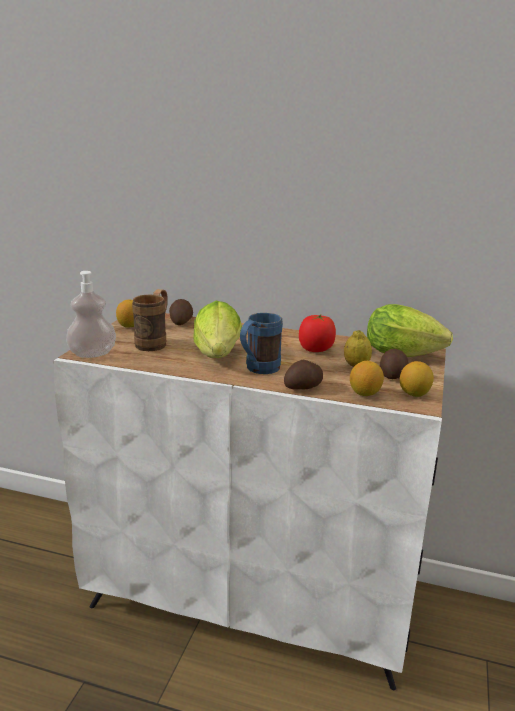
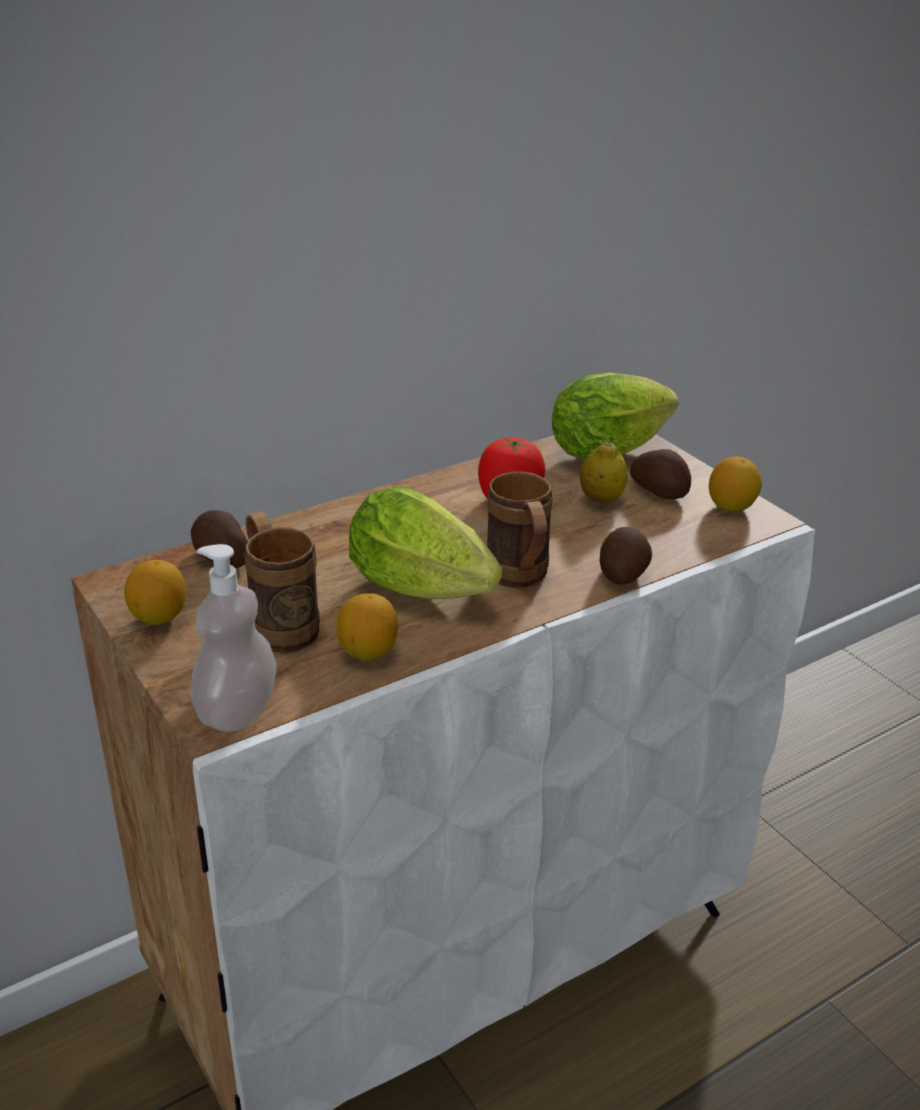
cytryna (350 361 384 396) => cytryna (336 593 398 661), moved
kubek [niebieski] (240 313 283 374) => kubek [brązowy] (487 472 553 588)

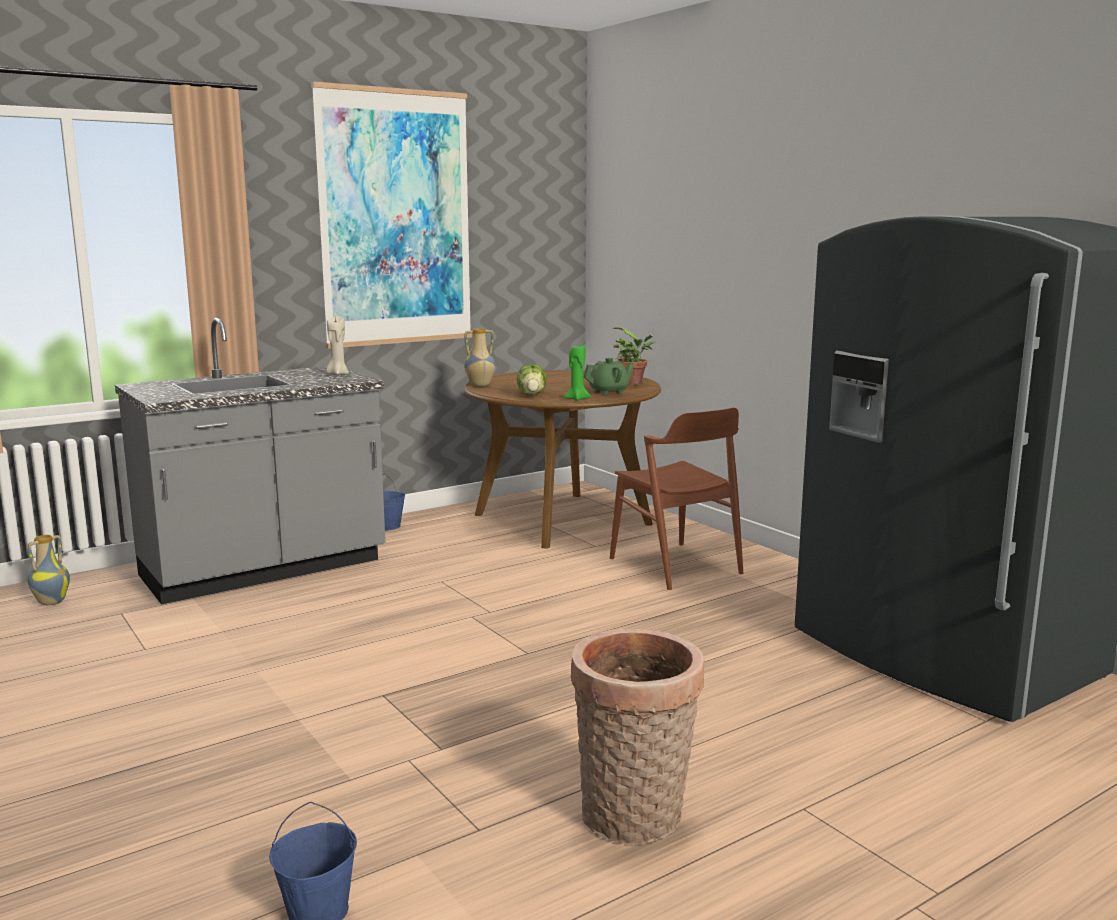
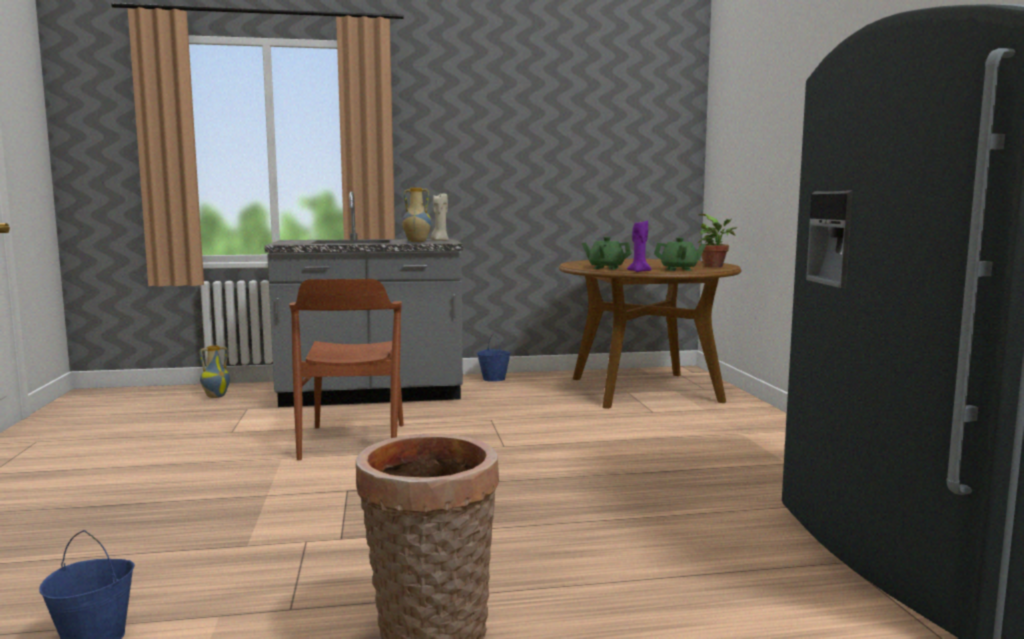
obraz (311 81 472 348) => nothing
wazon (464 329 495 387) => wazon (402 188 431 242), moved
krzesło [brązowy] (610 408 743 590) => krzesło [brązowy] (289 279 404 460), moved
sałata (517 364 547 395) => imbryk [zielony] (582 237 632 270)
świeca [zielony] (564 344 591 401) => świeca [fioletowy] (627 220 652 272)

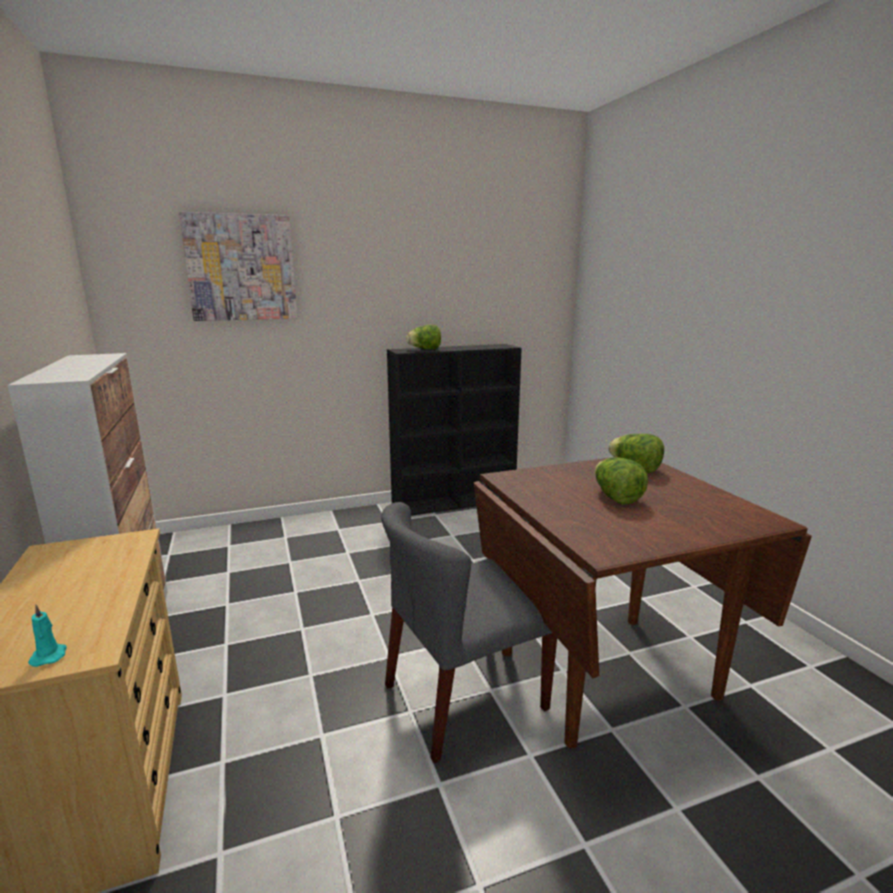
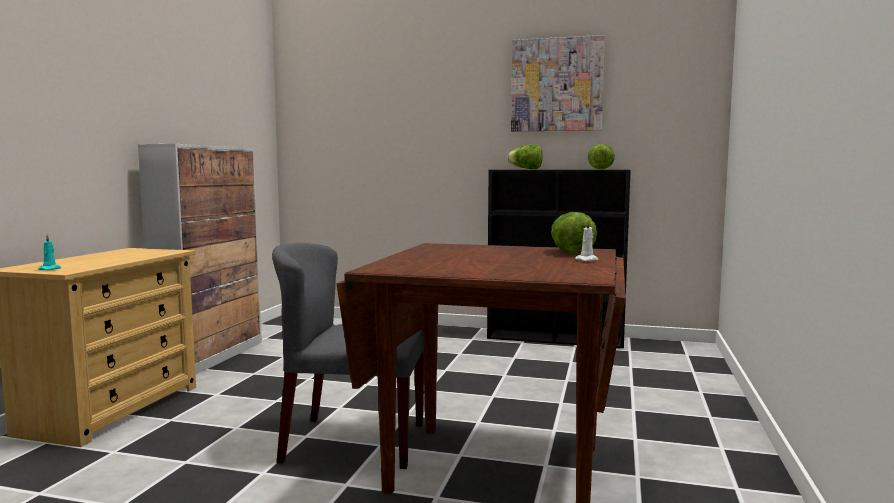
nothing => świeca [biały] (575 220 598 261)
obraz (179 212 297 321) => obraz (511 35 605 132), moved
sałata (595 457 648 505) => sałata (588 144 615 169), moved

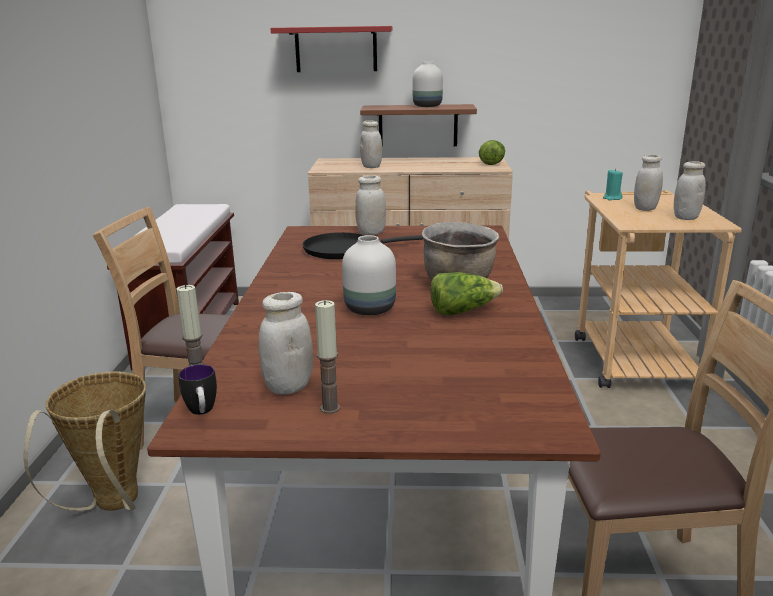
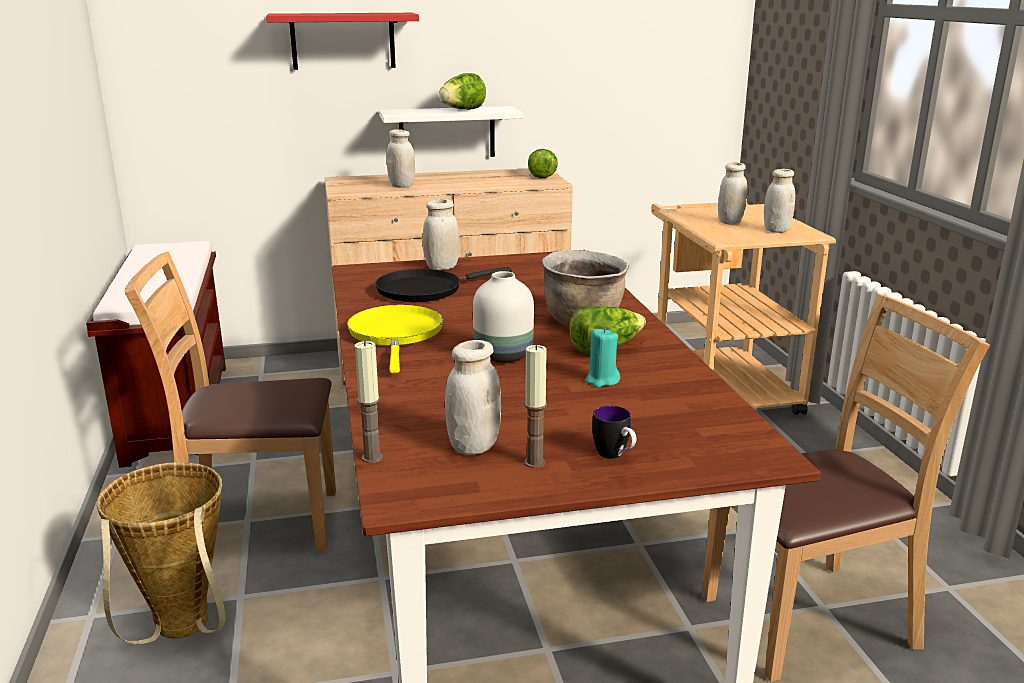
nothing => patelnia [żółty] (347 305 443 373)
kubek (178 364 217 415) => kubek (592 406 637 459), moved
świeca [turkusowy] (603 169 623 200) => świeca [turkusowy] (586 328 620 388), moved
wazon [biały] (413 61 443 107) => sałata (439 73 486 110)
półka [brązowy] (360 104 477 147) => półka [biały] (379 106 523 157)

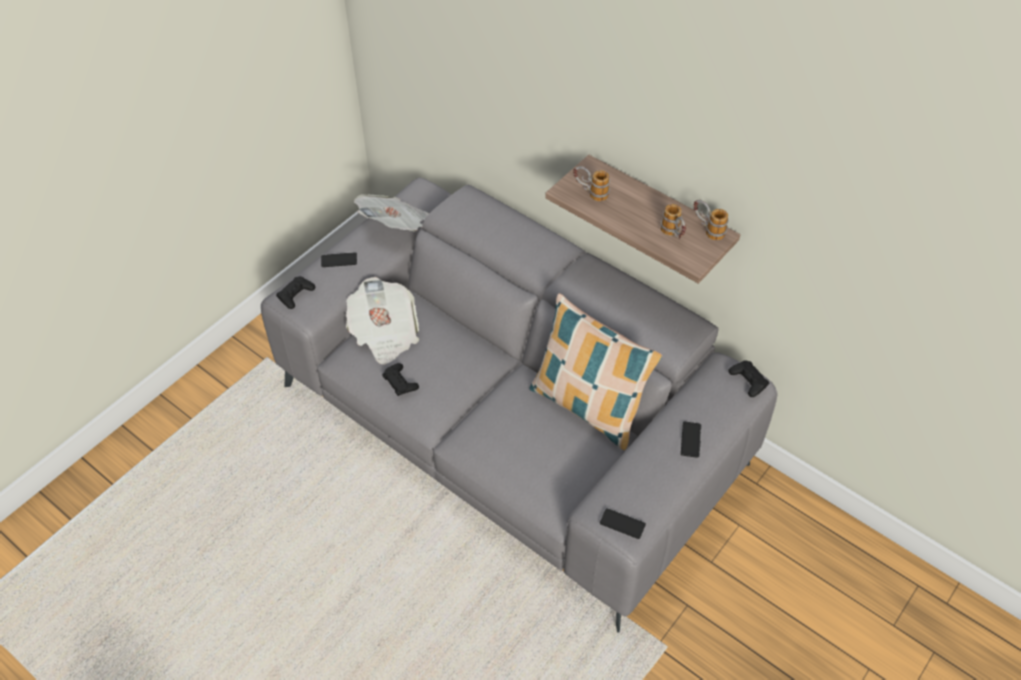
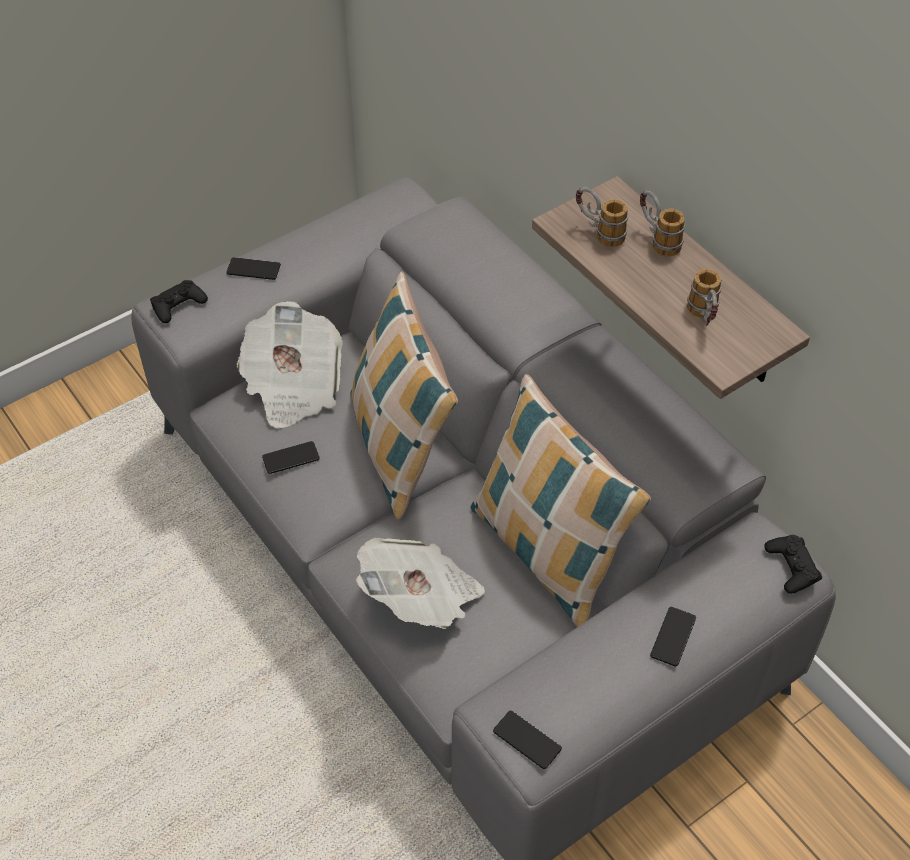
nothing => poduszka (350 272 458 520)
gazeta (354 194 429 231) => gazeta (356 538 485 629), moved
kubek (693 200 728 240) => kubek (640 191 685 257), moved
pad do gier [czarny] (382 363 419 396) => telefon (262 441 320 474)

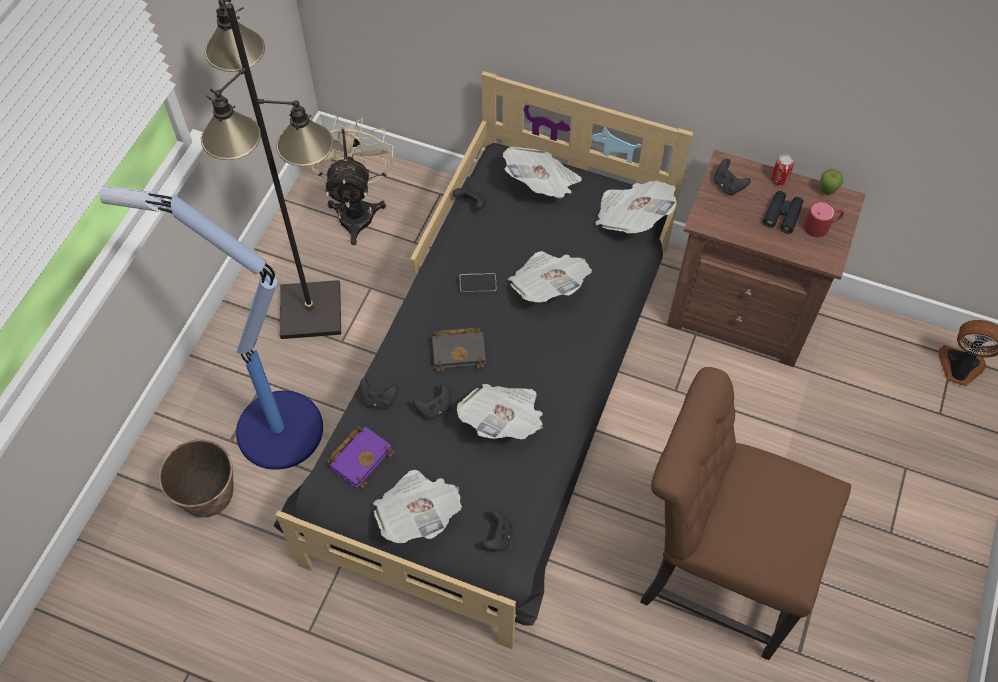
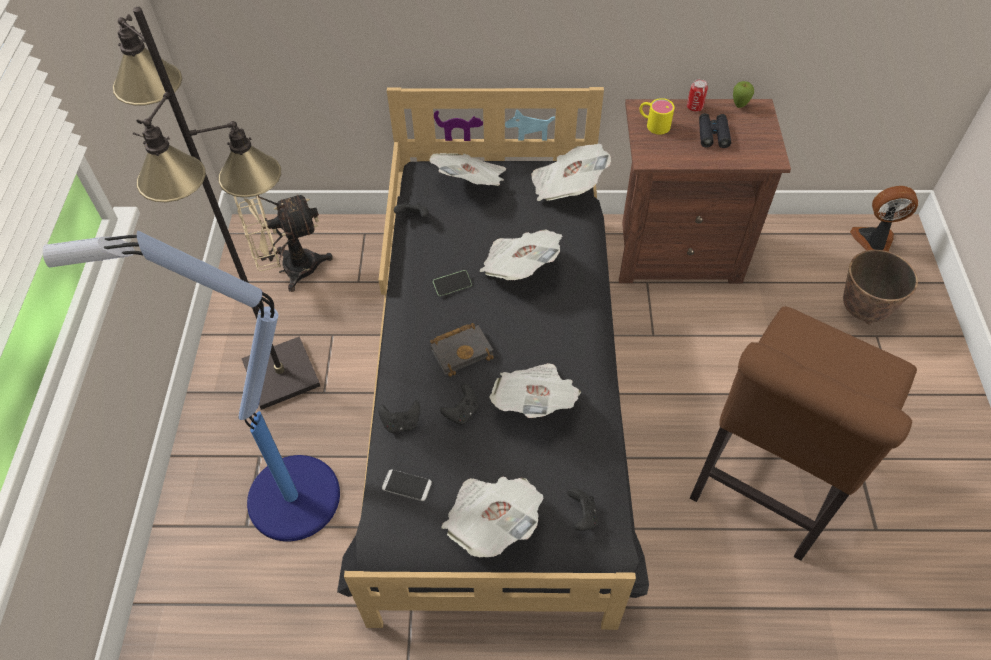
kubek [czerwony] (804 200 844 237) => nothing
donica (158 439 234 517) => donica (843 250 918 324), moved
książka [fioletowy] (327 426 395 488) => telefon (382 469 432 501)
pad do gier [czarny] (714 159 751 195) => kubek [żółty] (639 98 675 135)
wentylator [beżowy] (310 116 393 245) => wentylator [beżowy] (234 195 333 292), 90 degrees counterclockwise
krzesło [brązowy] (640 367 851 660) => krzesło [brązowy] (690 306 917 561), 60 degrees counterclockwise

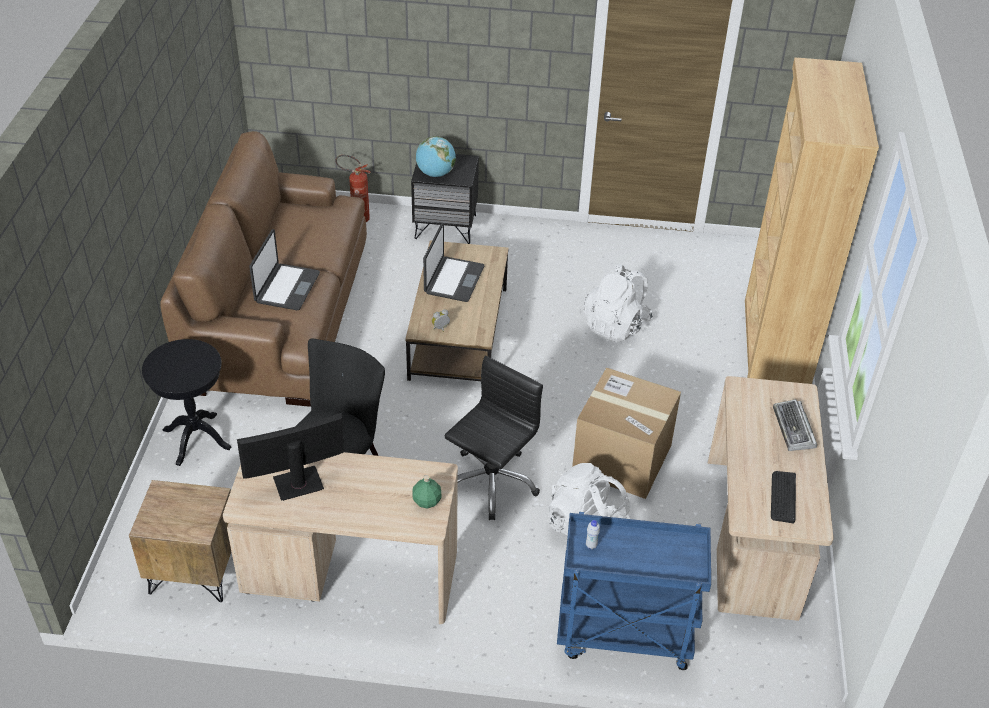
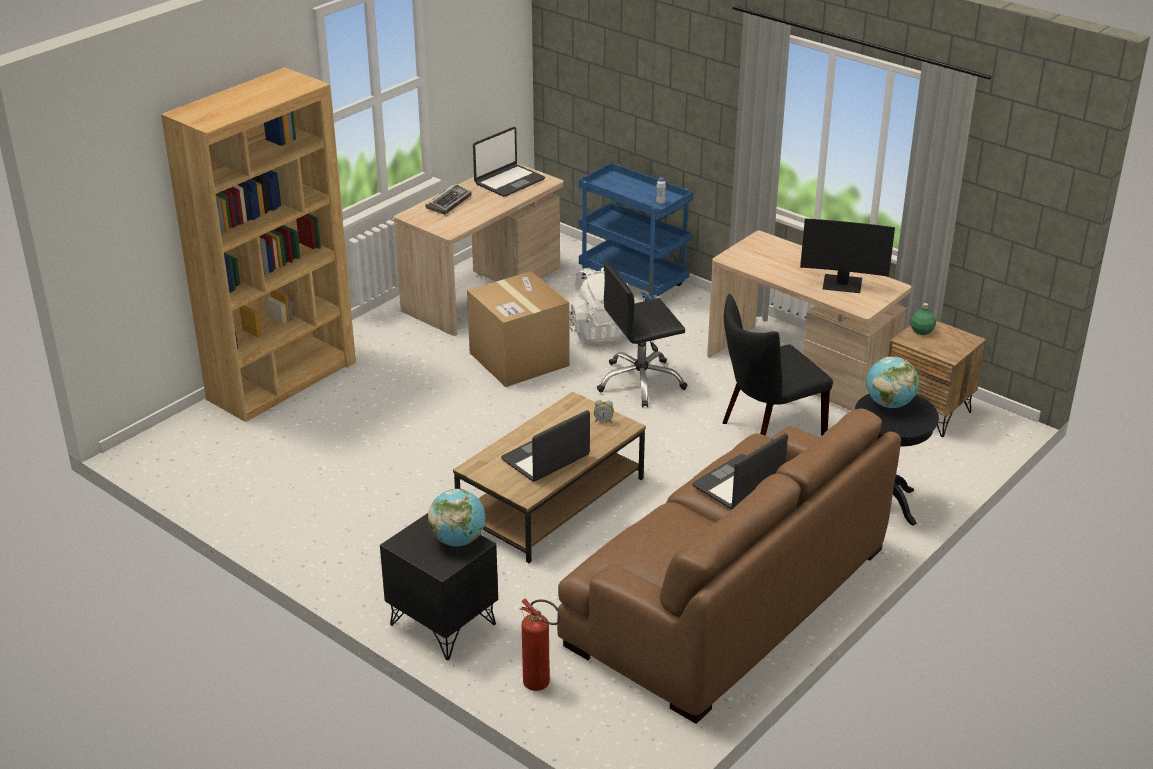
plecak [biały] (583 264 653 342) => nothing
nothing => globus (866 356 919 408)
butelka [zielony] (412 475 442 509) => butelka [zielony] (910 303 936 335), moved
klawiatura (771 471 796 523) => laptop (473 127 545 197)

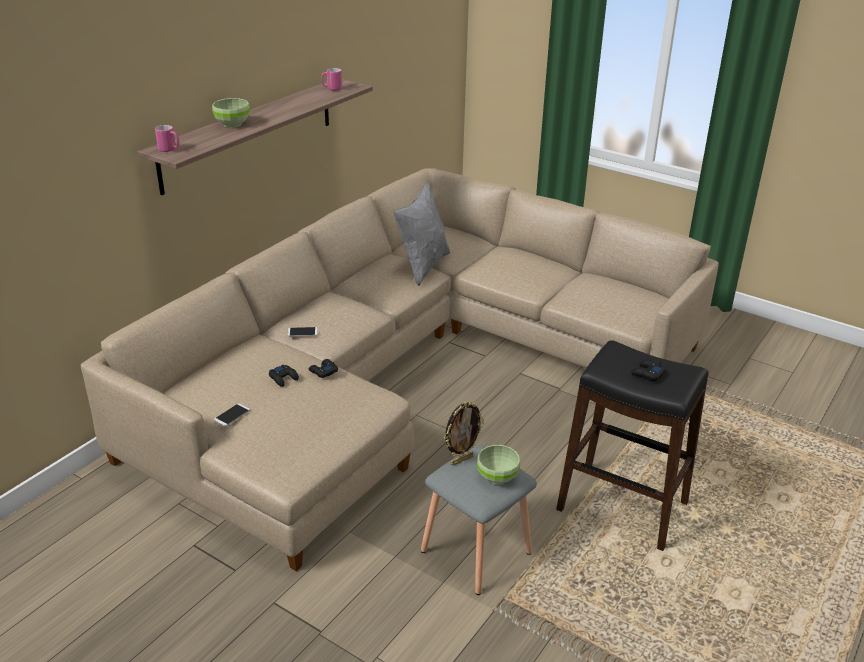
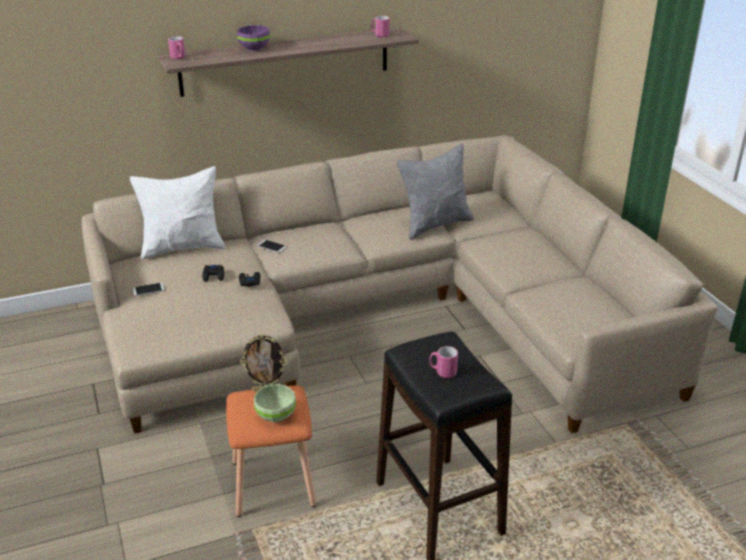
nothing => poduszka [biały] (130 166 226 260)
pad do gier [czarny] (631 359 666 381) => kubek [różowy] (429 346 458 378)
miska [zielony] (212 98 250 127) => miska [fioletowy] (237 25 270 51)
stołek [szary] (421 445 537 595) => stołek [pomarańczowy] (226 385 316 517)

